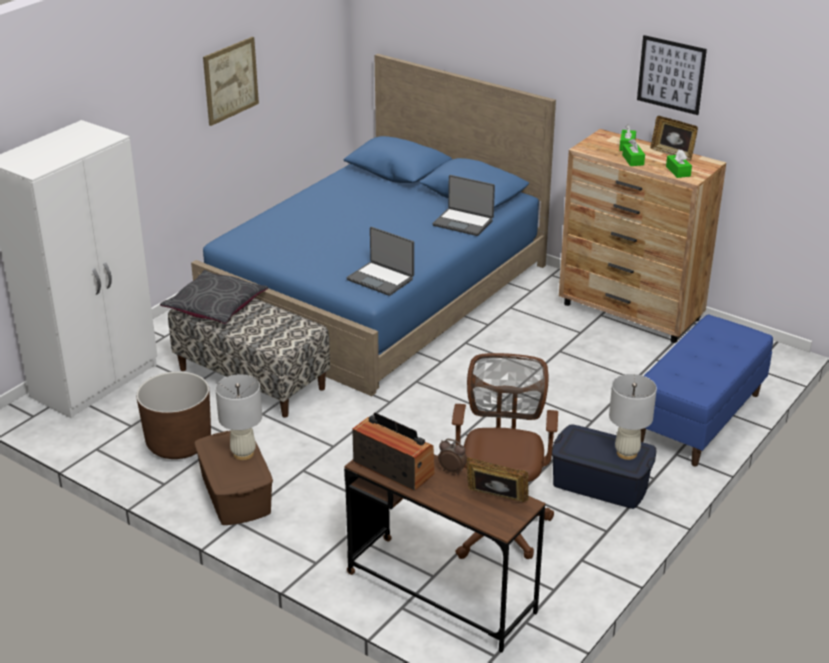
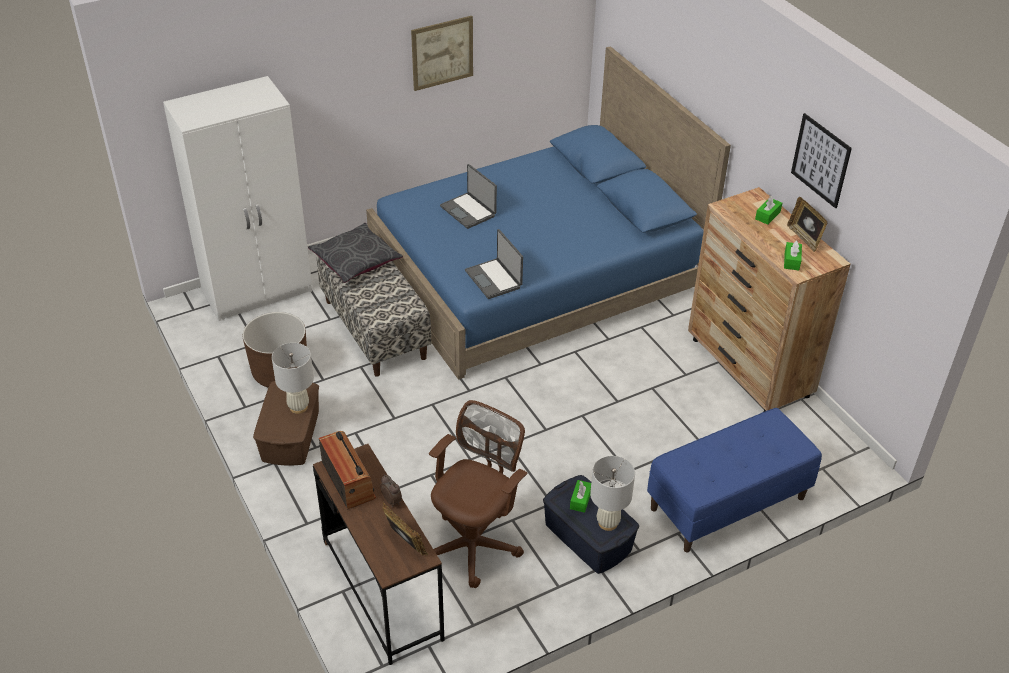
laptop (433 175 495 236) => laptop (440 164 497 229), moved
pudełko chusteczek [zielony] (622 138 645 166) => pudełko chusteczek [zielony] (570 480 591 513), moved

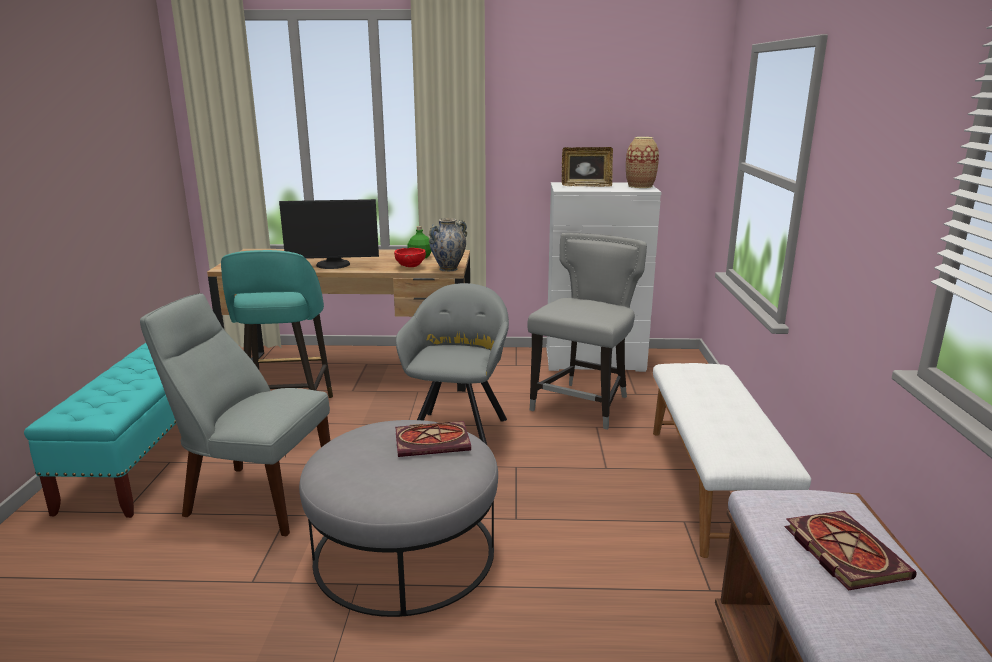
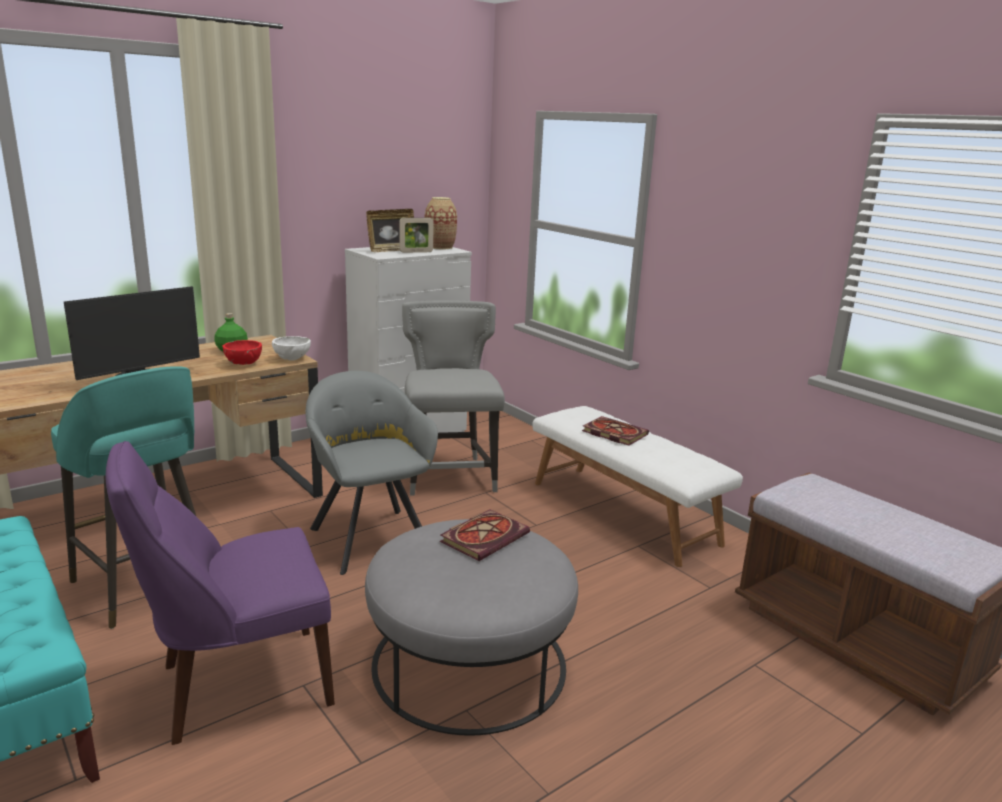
nothing => ramka na zdjęcie (399 218 434 253)
książka (785 511 917 590) => książka (582 416 649 446), moved
wazon (428 218 467 271) => miska [biały] (272 336 311 361)
krzesło [szary] (140 293 330 536) => krzesło [fioletowy] (106 441 335 745)

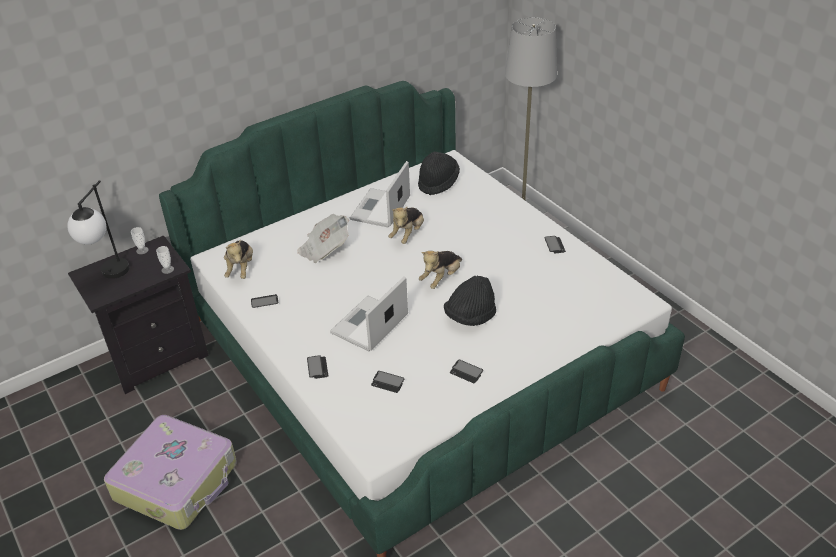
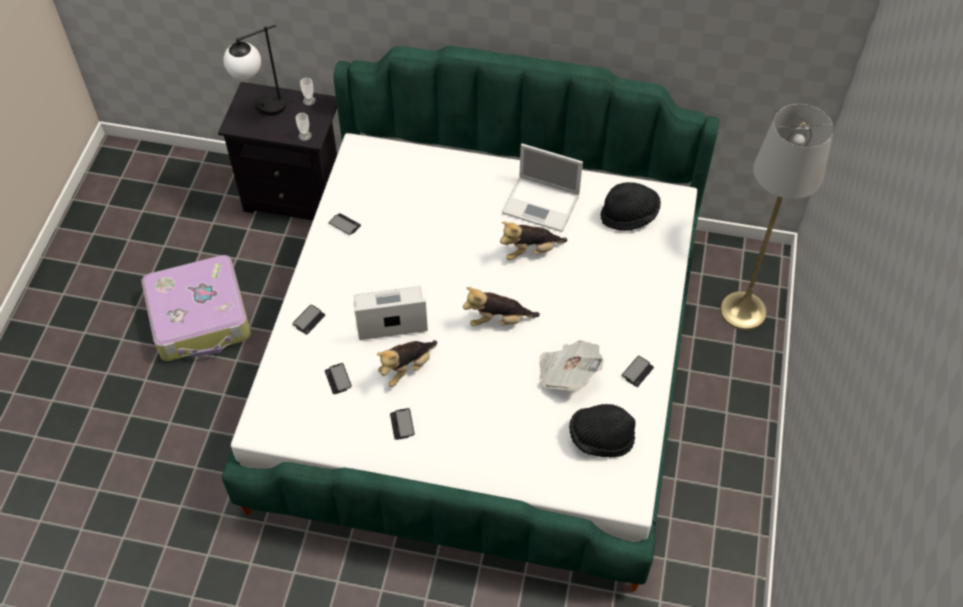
pluszak (224 240 253 279) => pluszak (377 340 437 387), moved
gazeta (297 214 349 263) => gazeta (539 340 603 391), moved
kapelusz [czarny] (444 275 496 326) => kapelusz [czarny] (569 404 635 457), moved
laptop (350 161 410 227) => laptop (502 144 583 232), 135 degrees counterclockwise

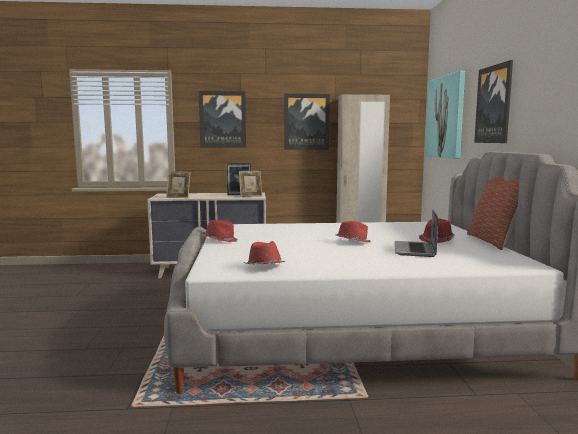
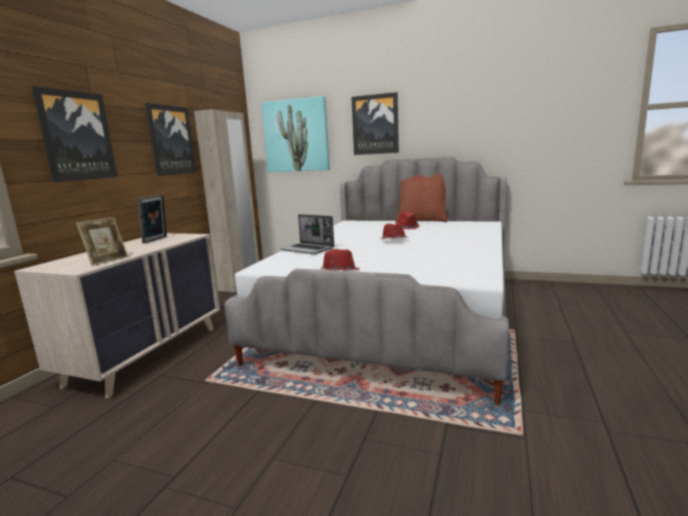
ramka na zdjęcie (239 171 262 197) => nothing
kapelusz [czerwony] (244 241 286 265) => nothing
laptop (395 209 438 257) => laptop (280 214 334 254), moved

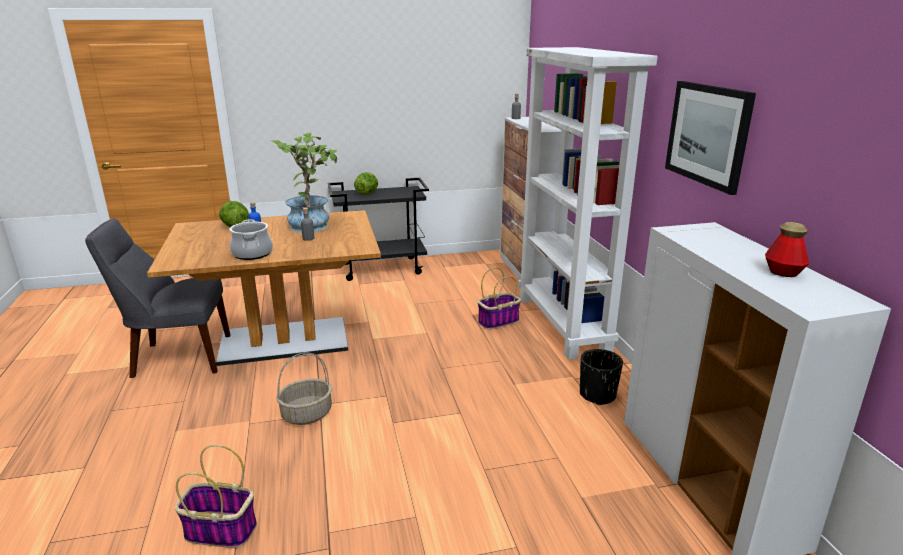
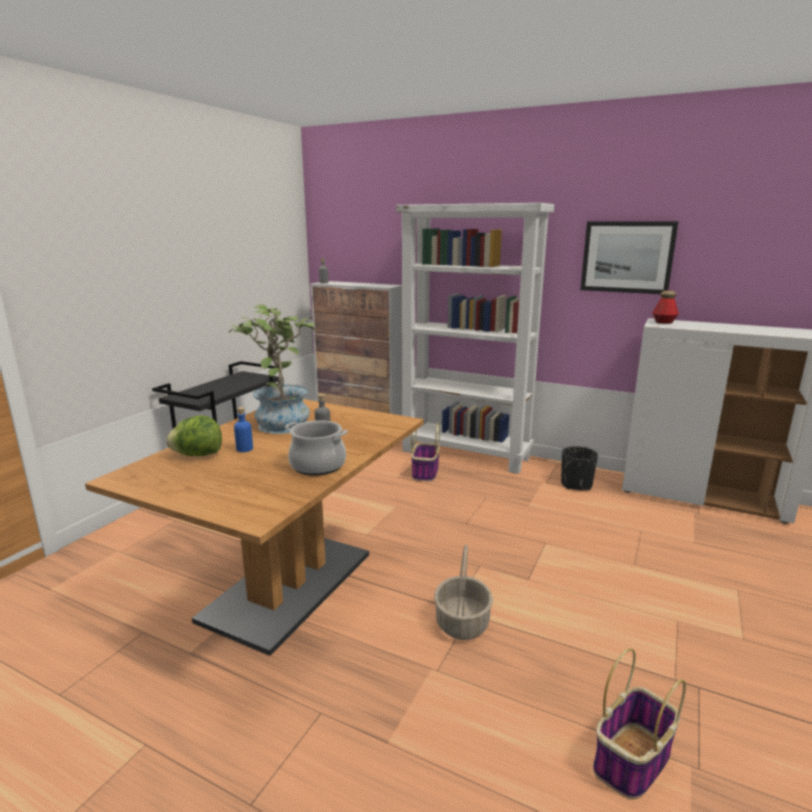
krzesło [szary] (85 219 230 378) => nothing
sałata (354 172 378 195) => nothing
butelka (765 222 809 277) => butelka (652 291 679 324), moved

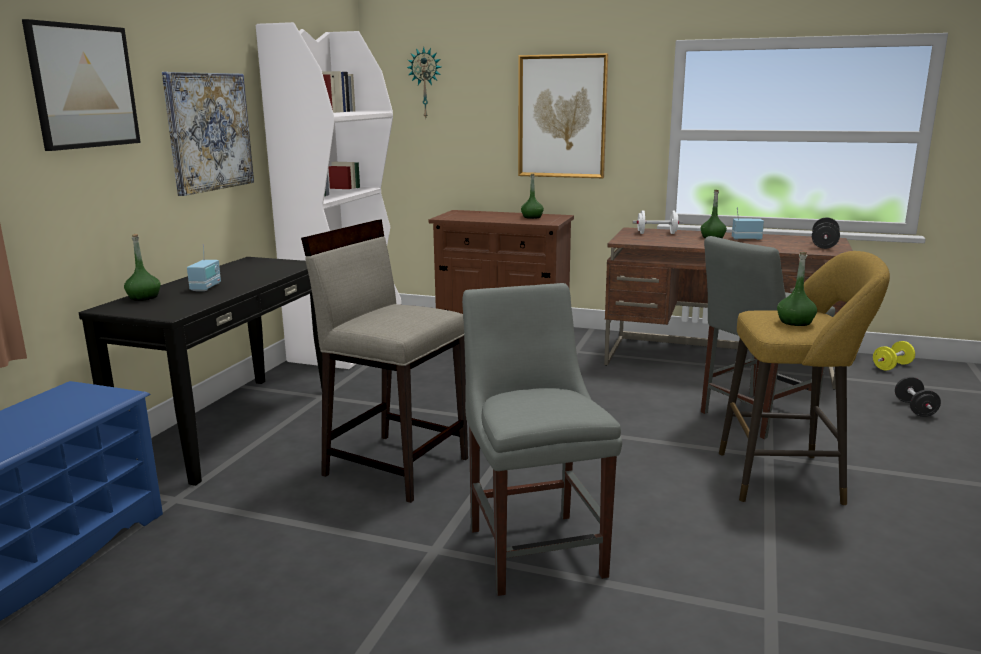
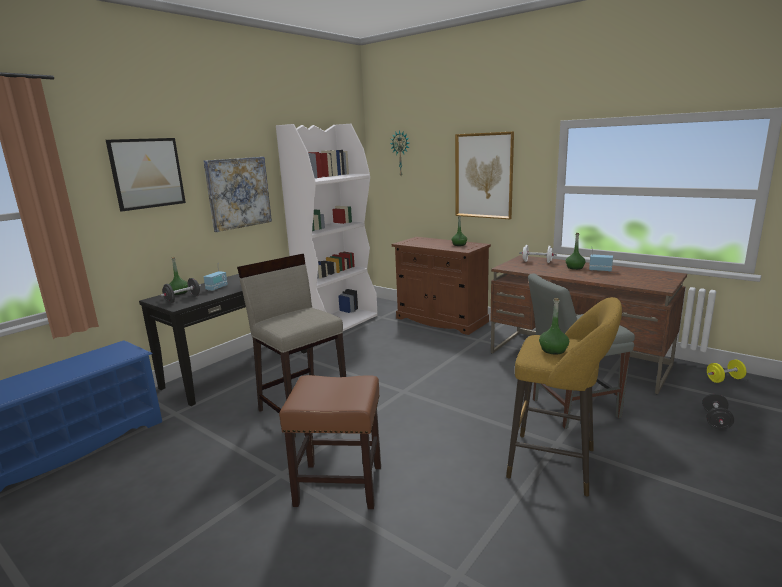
hantel [czarny] (812 217 840 249) => hantel [czarny] (160 278 201 303), moved
krzesło [szary] (462 283 622 596) => stołek [brązowy] (279 375 381 509)

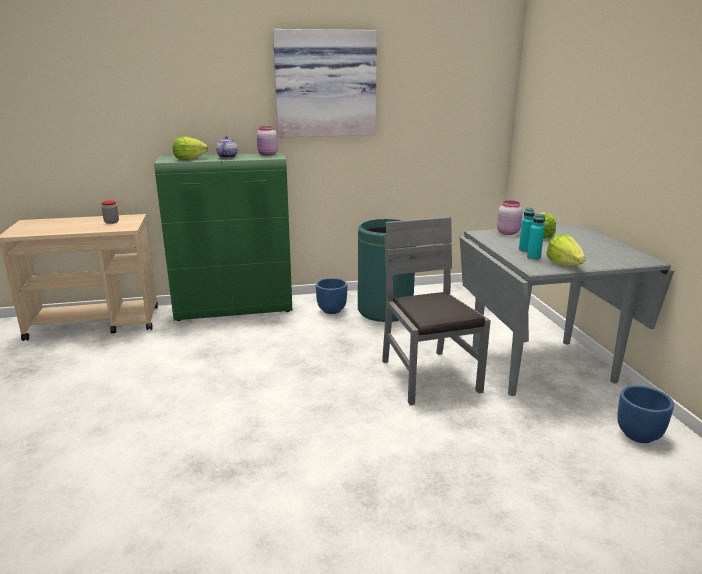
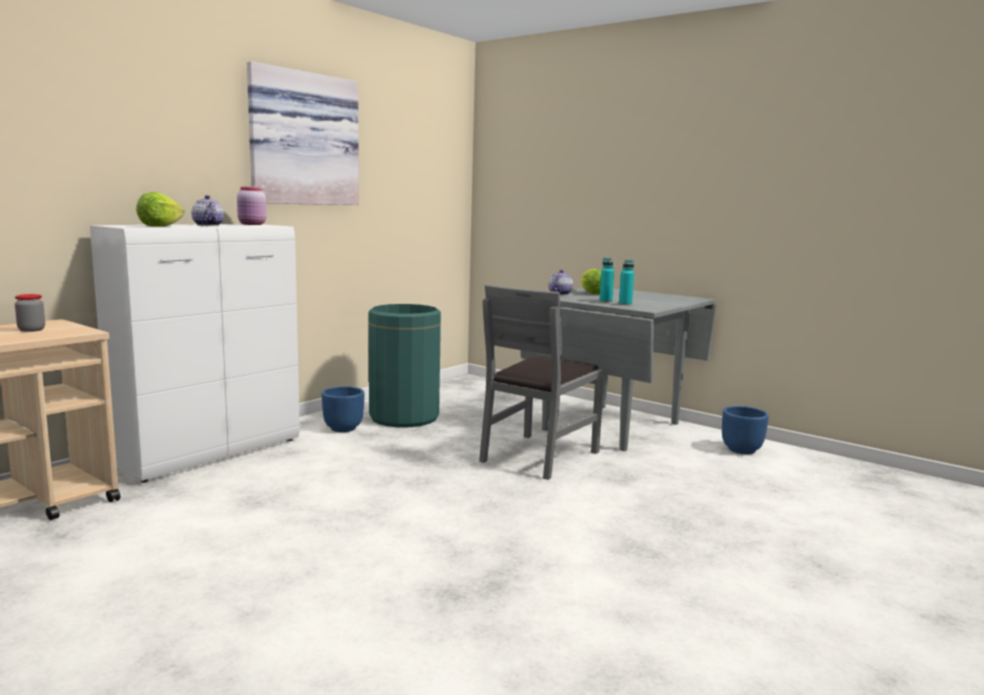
sałata (546 234 586 266) => nothing
słoik [różowy] (497 201 523 235) => imbryk (548 270 573 295)
szafka [zielony] (154 152 292 321) => szafka [biały] (90 224 300 482)
krzesło [szary] (382 217 491 405) => krzesło [szary] (479 284 604 480), 90 degrees counterclockwise

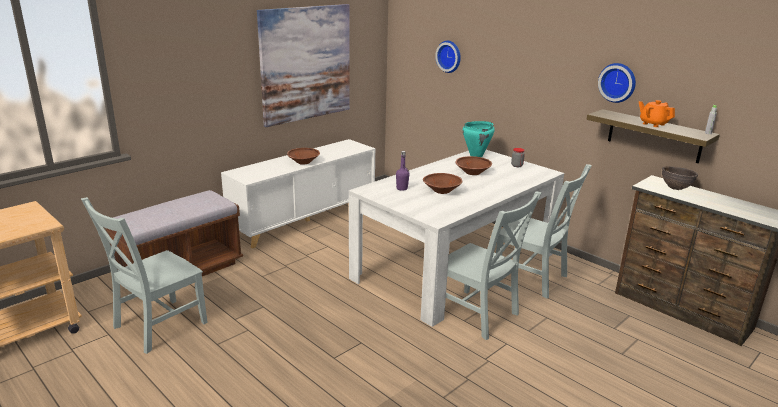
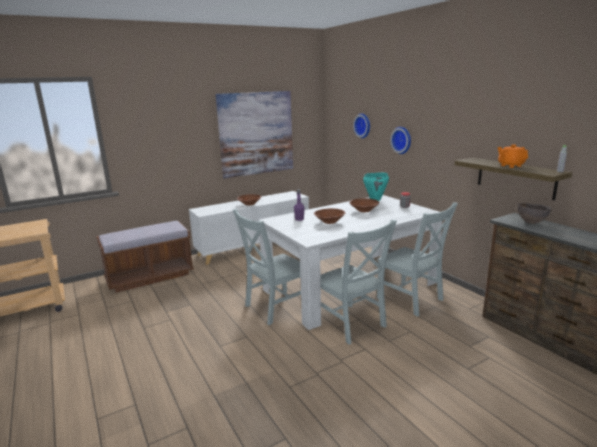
krzesło [szary] (81 197 208 354) => krzesło [szary] (232 209 301 325), moved
zegar ścienny (598 63 636 103) => zegar ścienny (390 127 411 154), moved

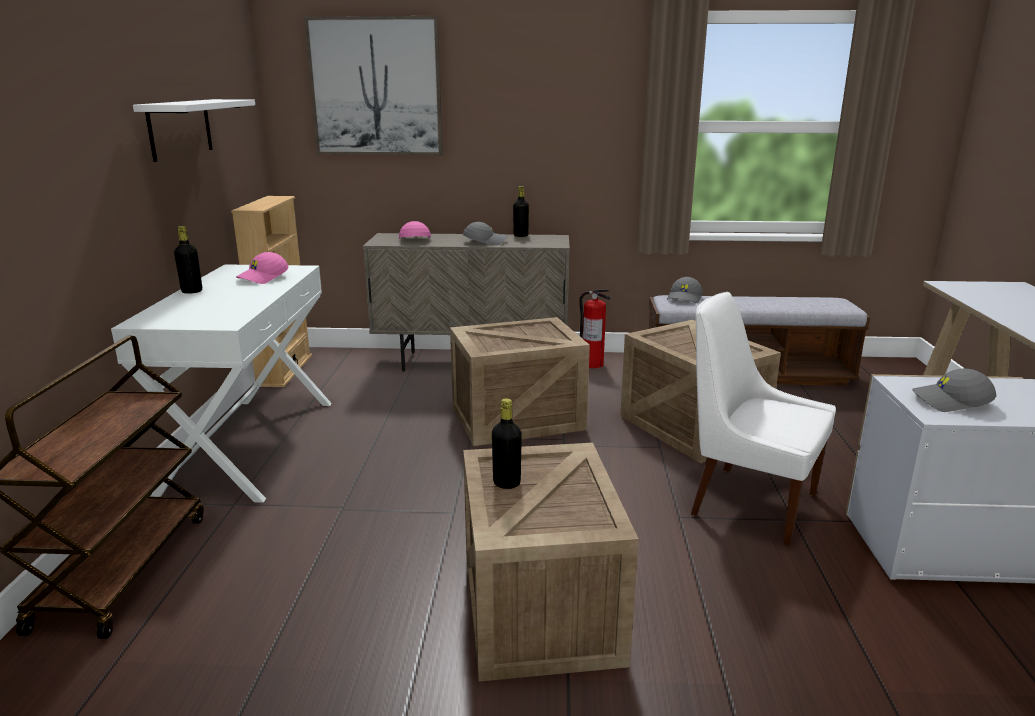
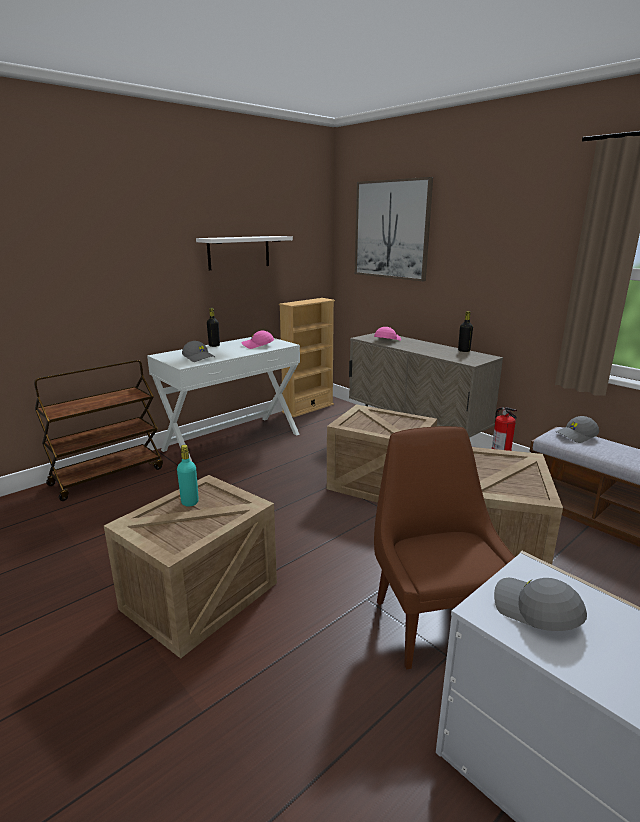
czapka z daszkiem [szary] (463 222 507 245) => czapka z daszkiem [szary] (182 341 215 362), moved
butelka [czarny] (492 398 522 489) => butelka [turkusowy] (177 445 199 507)
krzesło [biały] (691 292 836 546) => krzesło [brązowy] (374 426 515 669)

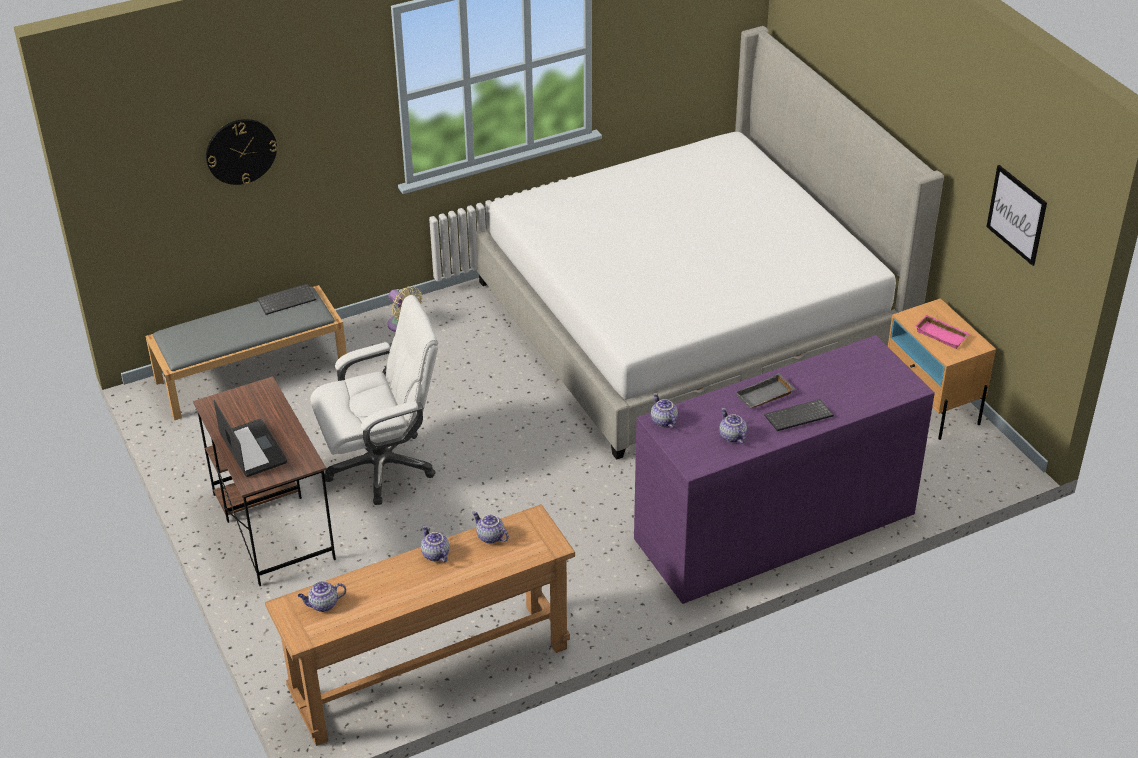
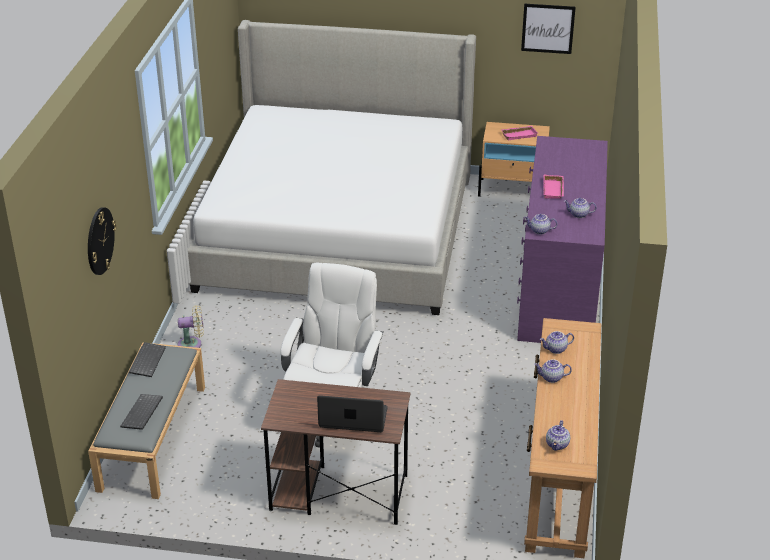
klawiatura (764 399 834 431) => klawiatura (120 394 163 430), moved
taca [szary] (735 373 795 408) => taca [różowy] (543 174 564 199)

